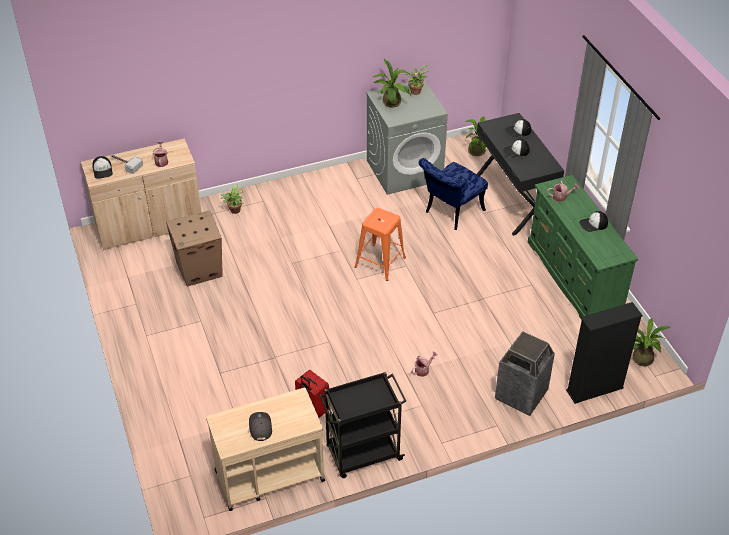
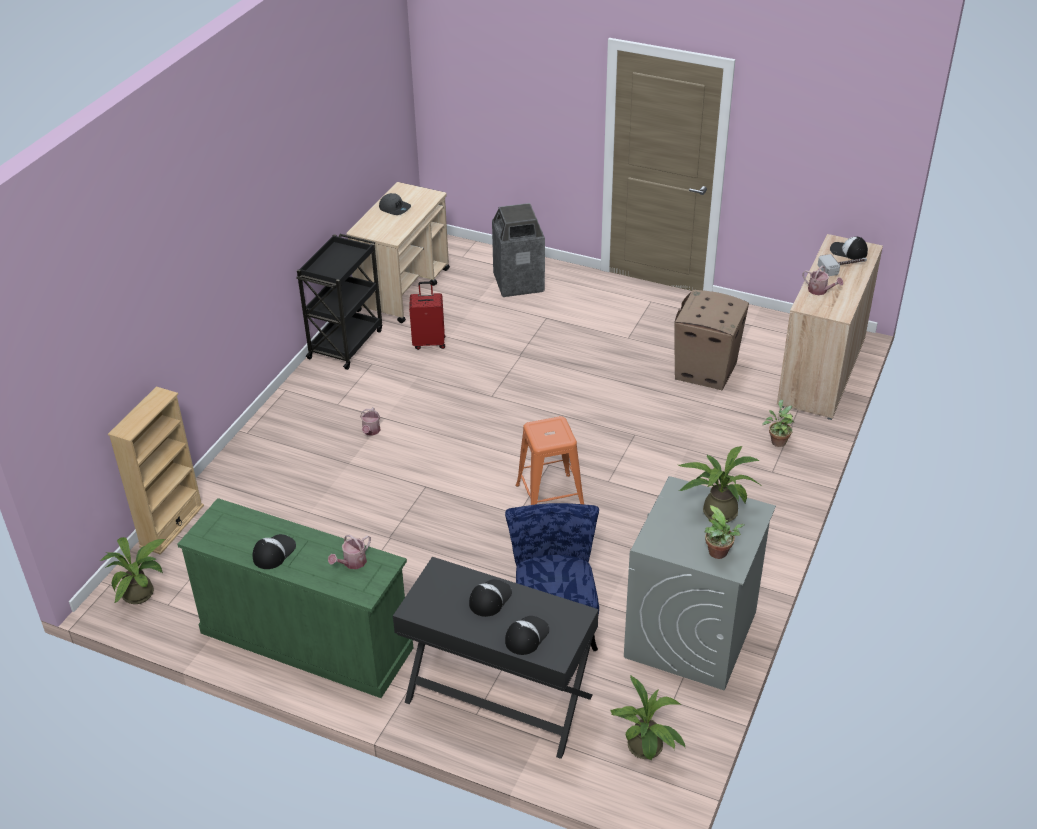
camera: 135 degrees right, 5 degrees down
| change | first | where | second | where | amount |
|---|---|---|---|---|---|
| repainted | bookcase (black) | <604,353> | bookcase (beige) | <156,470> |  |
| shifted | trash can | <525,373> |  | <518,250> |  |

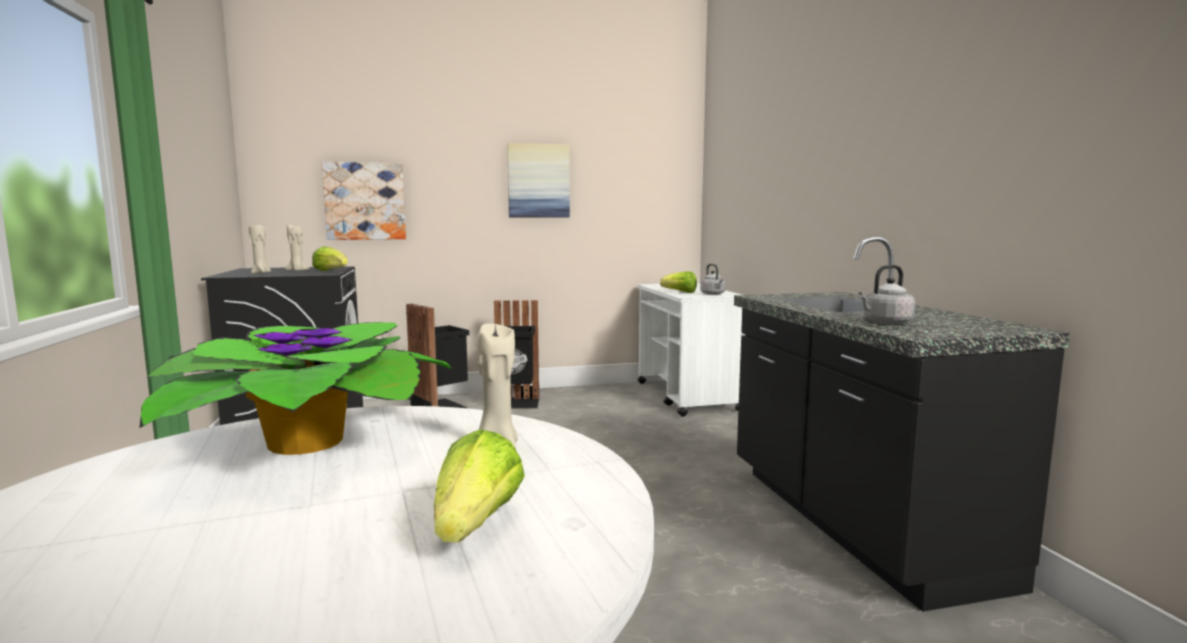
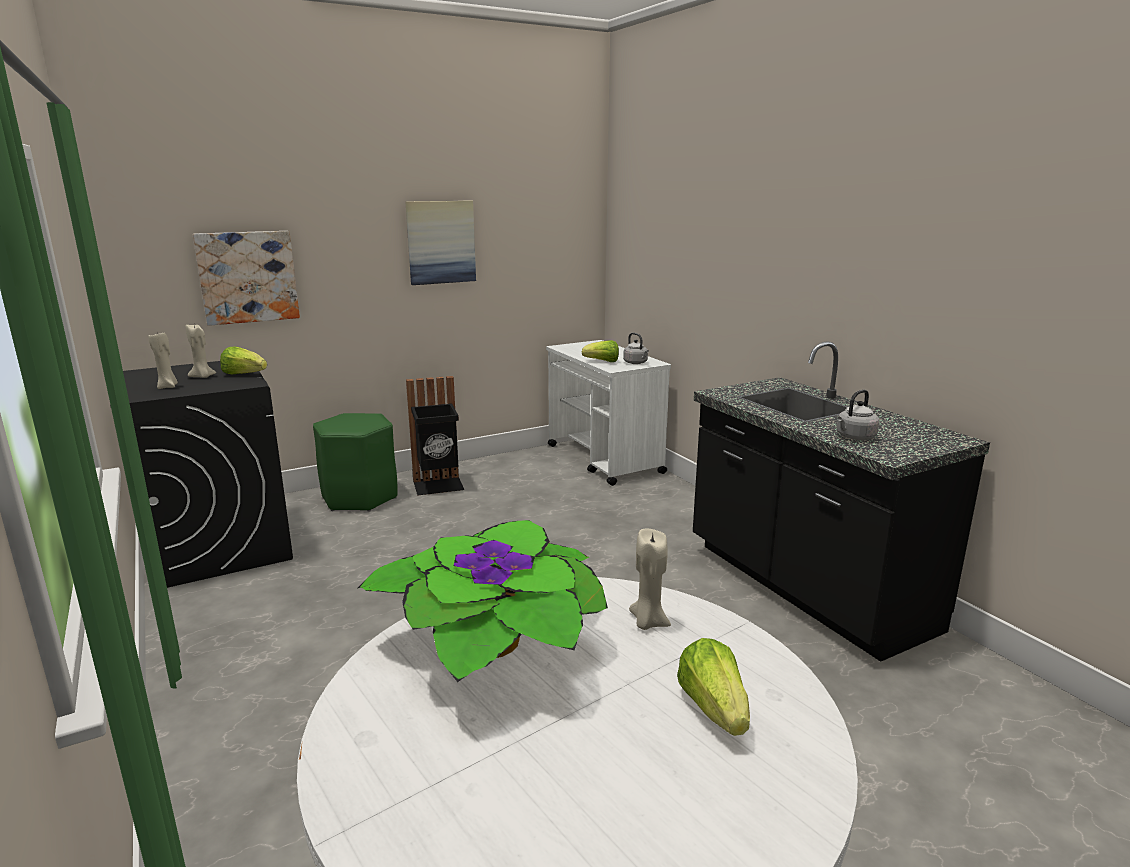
camera: 15 degrees left, 10 degrees up
| change | first | where | second | where | amount |
|---|---|---|---|---|---|
| swapped | trash can (black) | <437,356> | stool (green) | <355,462> |  |

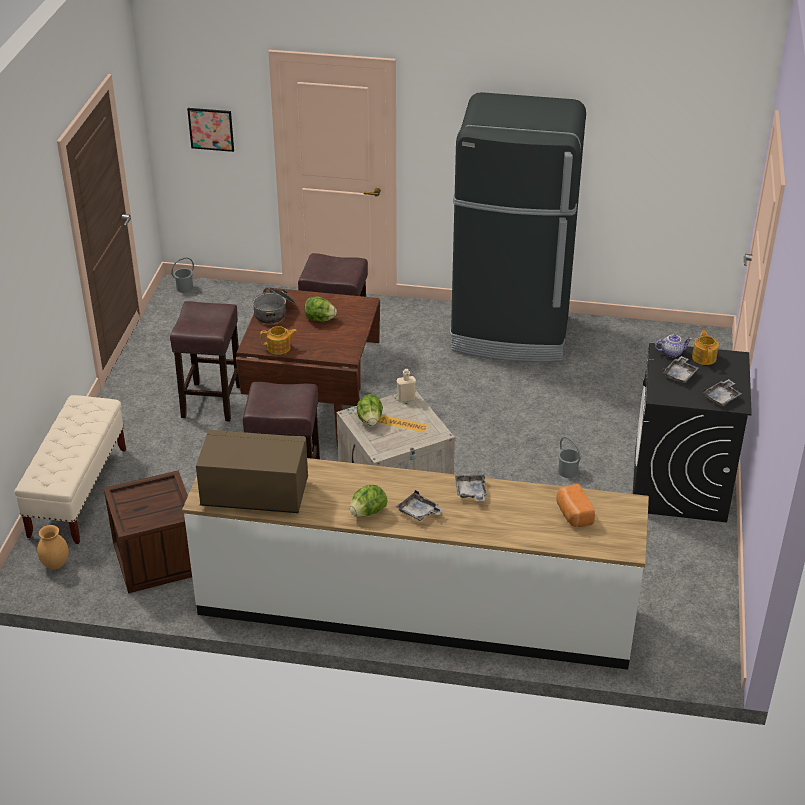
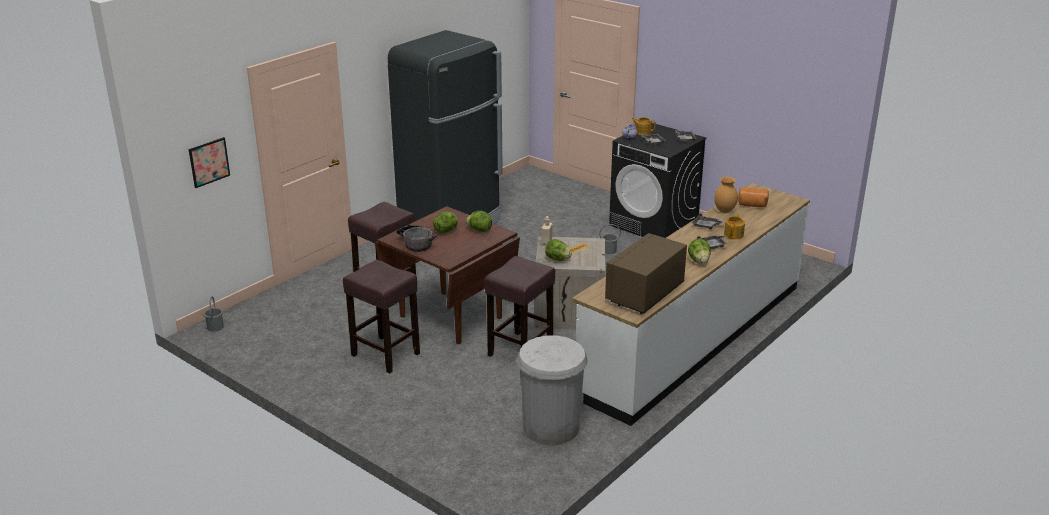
camera: 60 degrees left, 10 degrees down
| change | first | where | second | where | amount |
|---|---|---|---|---|---|
| new |  |  | lettuce | <479,221> |  |
| swapped | crate | <148,532> | trash can (white) | <552,390> |  |
| shifted | vase (brown) | <53,547> |  | <726,195> |  |
| shifted | teapot | <278,340> |  | <734,226> |  |
| gone | bench (beige) | <70,469> |  |  |  |

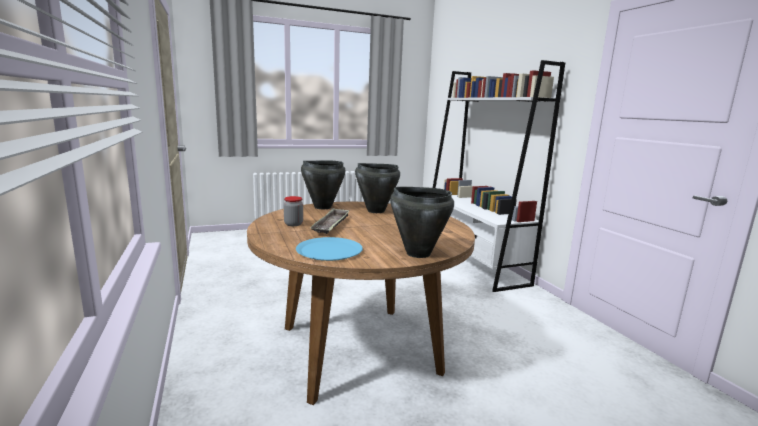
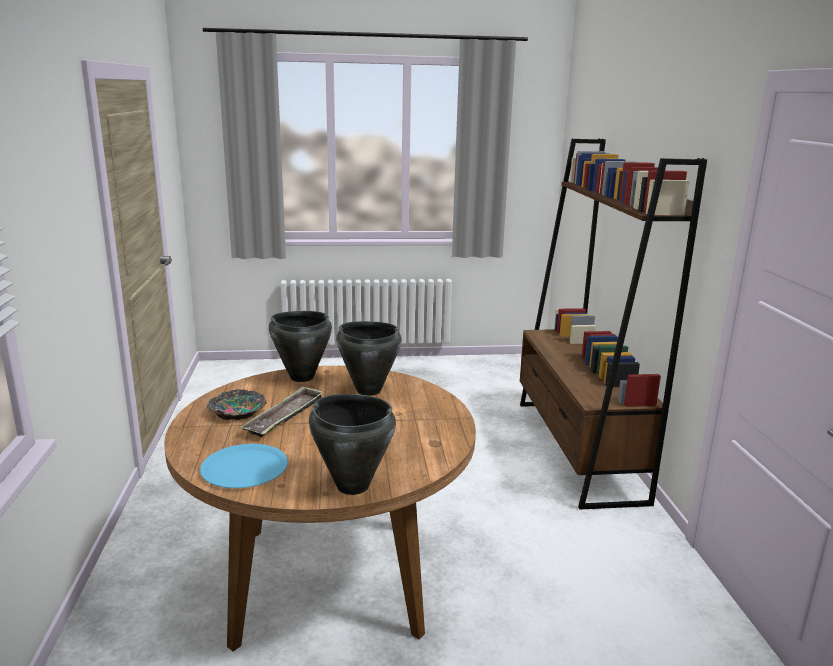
camera: 15 degrees right, 5 degrees up
| change | first | where | second | where | amount |
|---|---|---|---|---|---|
| swapped | jar | <293,211> | bowl | <236,404> |  |
| repainted | bookcase (white) | <499,176> | bookcase (brown) | <613,324> |  |

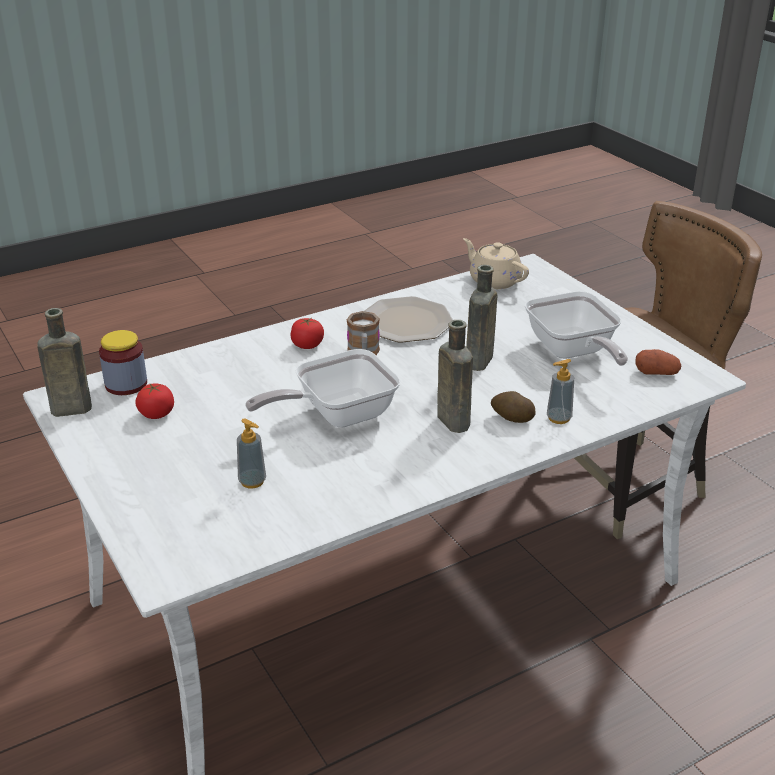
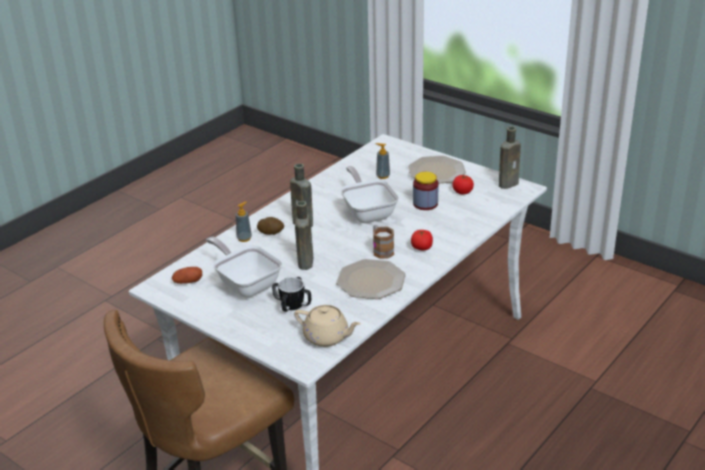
camera: 160 degrees right, 0 degrees up
| change | first | where | second | where | amount |
|---|---|---|---|---|---|
| new |  |  | mug | <291,294> |  |
| rotated | frying pan | <322,388> |  | <369,194> | 60 degrees counterclockwise |
| new |  |  | plate | <437,169> |  |
| shifted | jar | <123,362> |  | <426,191> |  |

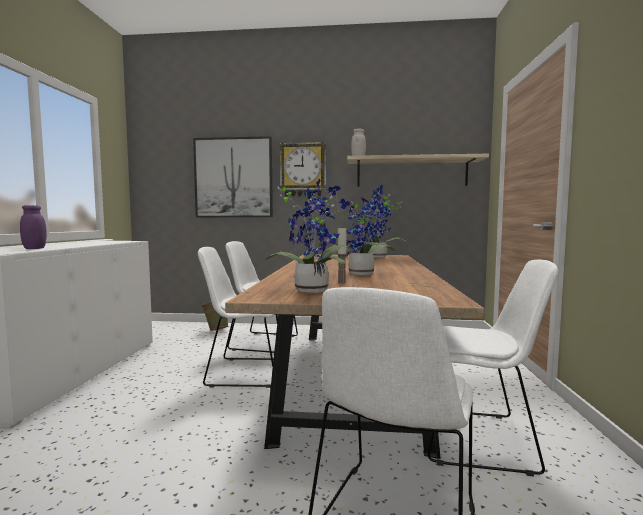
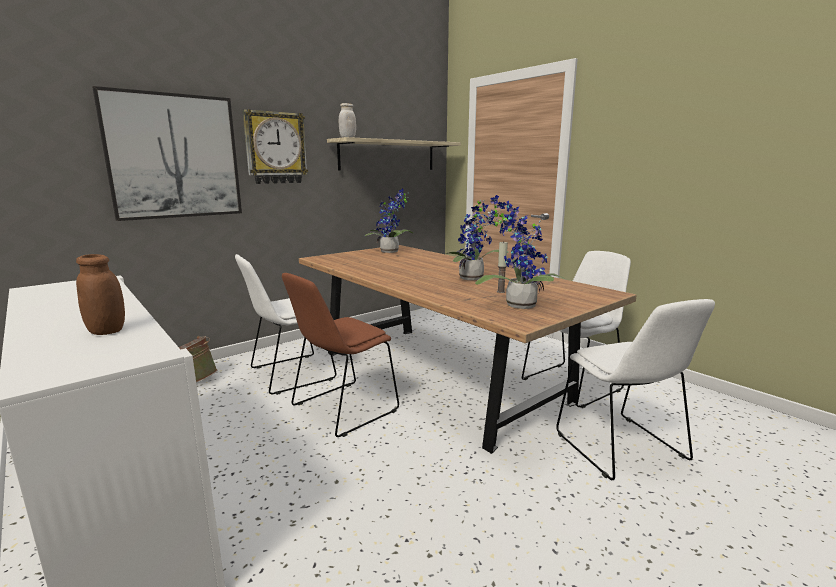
camera: 45 degrees left, 10 degrees up
| change | first | where | second | where | amount |
|---|---|---|---|---|---|
| repainted | jar (purple) | <33,227> | jar (brown) | <100,294> |  |
| repainted | chair (white) | <238,317> | chair (brown) | <340,355> |  |

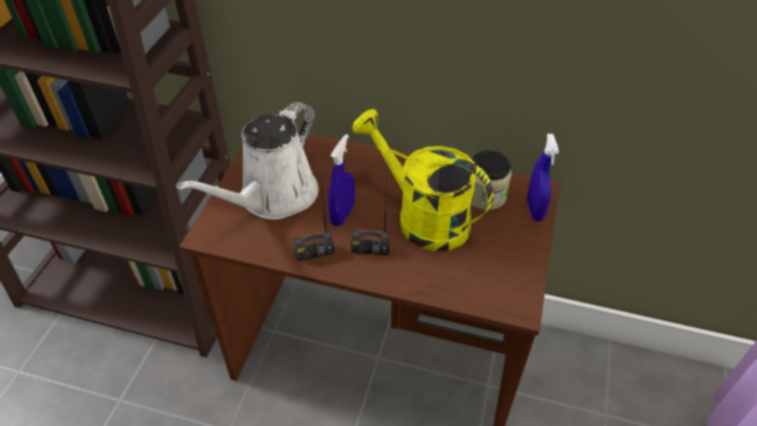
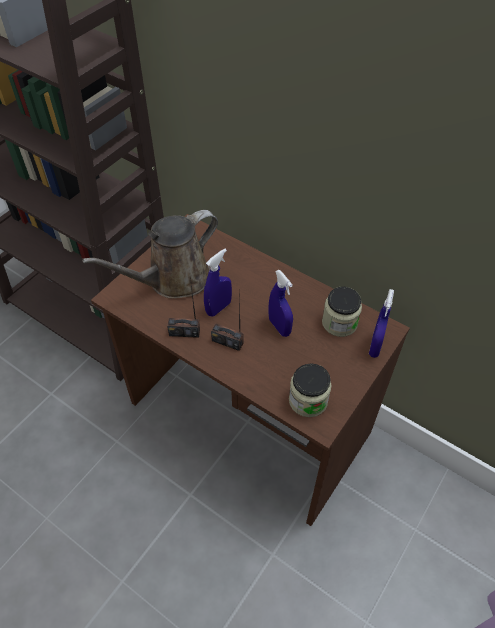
camera: 20 degrees right, 5 degrees up
| change | first | where | second | where | amount |
|---|---|---|---|---|---|
| repainted | watering can (white) | <247,161> | watering can (brown) | <150,254> |  |
| swapped | watering can (yellow) | <423,180> | spray bottle (blue) | <281,303> |  |
| new |  |  | jar | <310,390> |  |

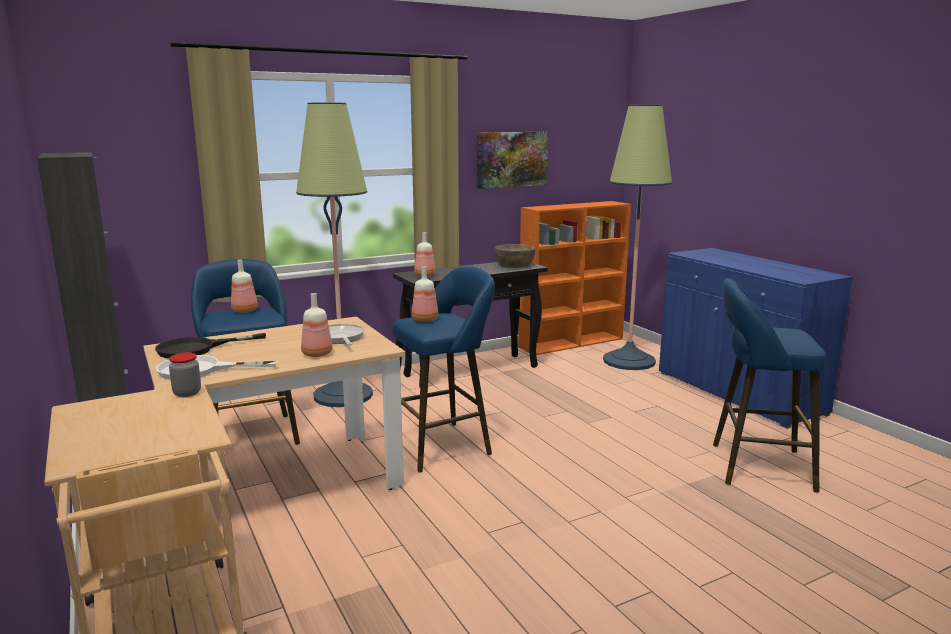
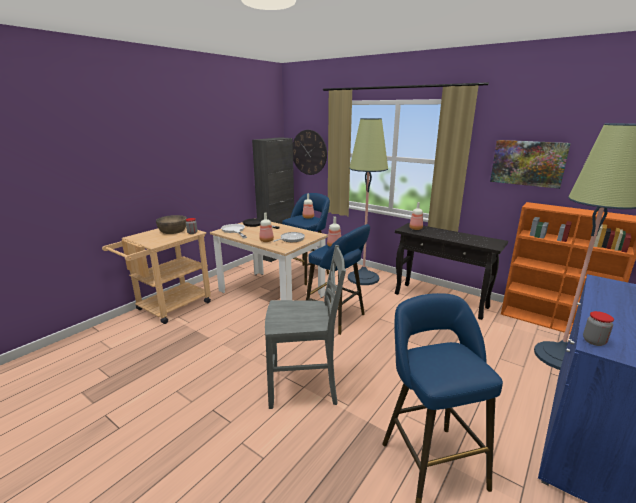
camera: 65 degrees right, 5 degrees up
| change | first | where | second | where | amount |
|---|---|---|---|---|---|
| shifted | bowl (brown) | <514,256> |  | <171,224> |  |
| new |  |  | chair (grey) | <305,327> |  |
| new |  |  | wall clock | <310,152> |  |
| new |  |  | jar | <598,328> |  |

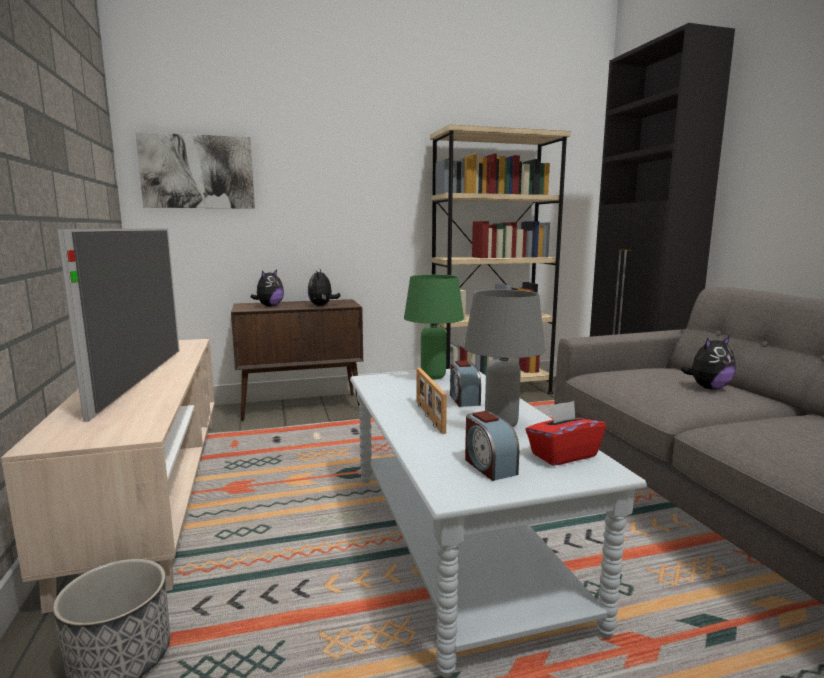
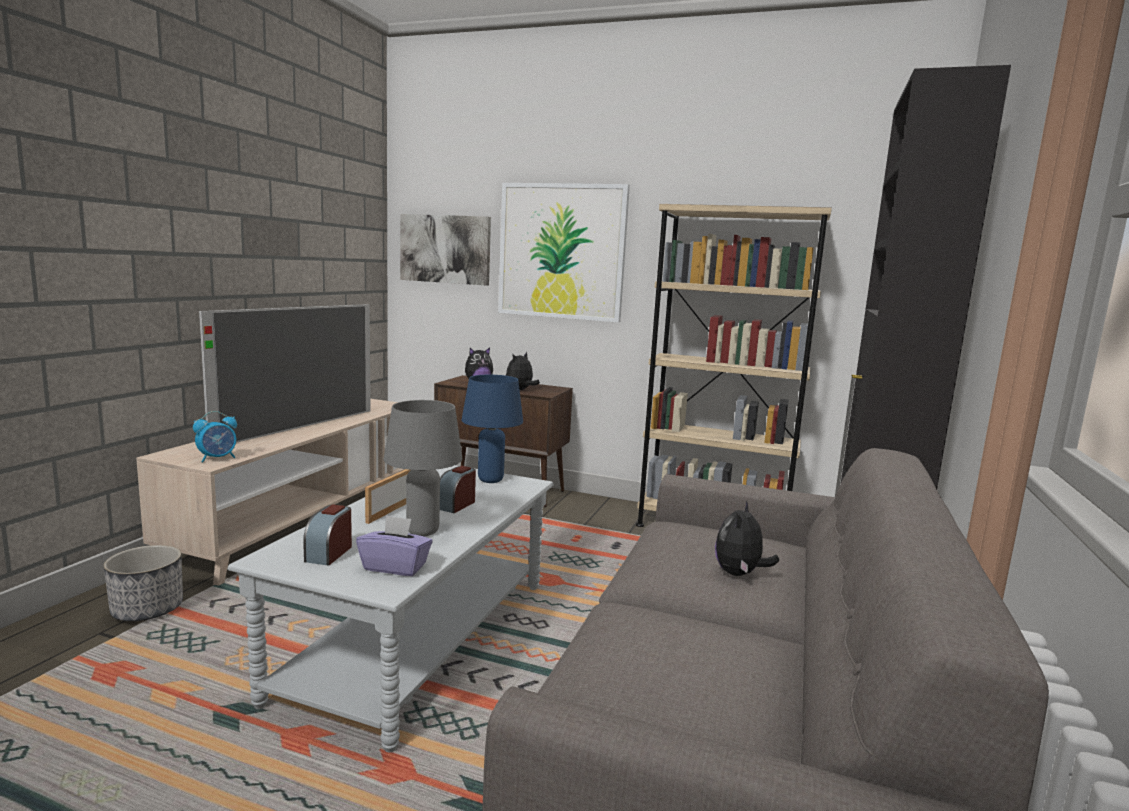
camera: 35 degrees right, 0 degrees up
| change | first | where | second | where | amount |
|---|---|---|---|---|---|
| new |  |  | alarm clock | <215,436> |  |
| repainted | tissue box (red) | <565,433> | tissue box (purple) | <394,545> |  |
| repainted | table lamp (green) | <434,327> | table lamp (blue) | <492,429> |  |
| new |  |  | picture | <564,253> |  |
| rotated | plush toy | <708,363> |  | <747,538> | 105 degrees clockwise |

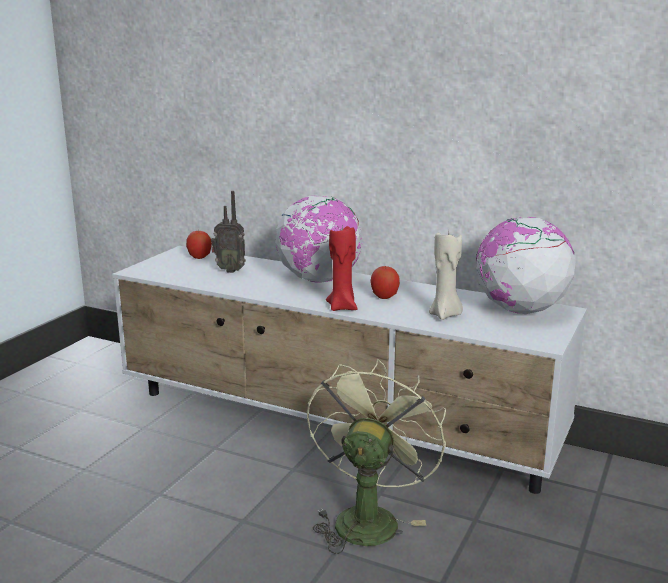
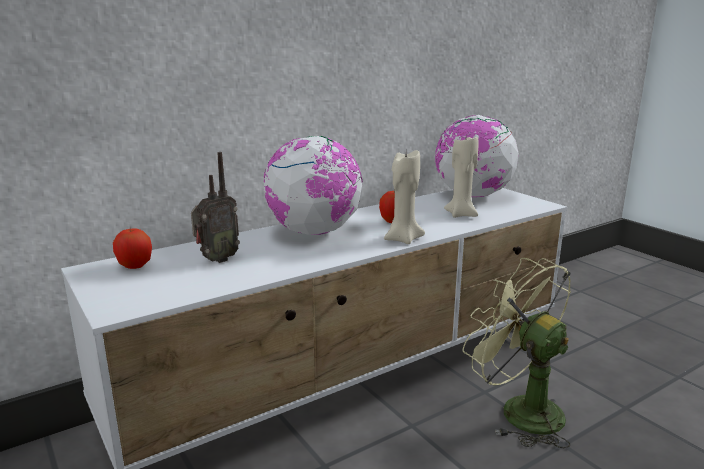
camera: 60 degrees left, 0 degrees up
| change | first | where | second | where | amount |
|---|---|---|---|---|---|
| repainted | candle (red) | <342,268> | candle (beige) | <404,197> |  |

